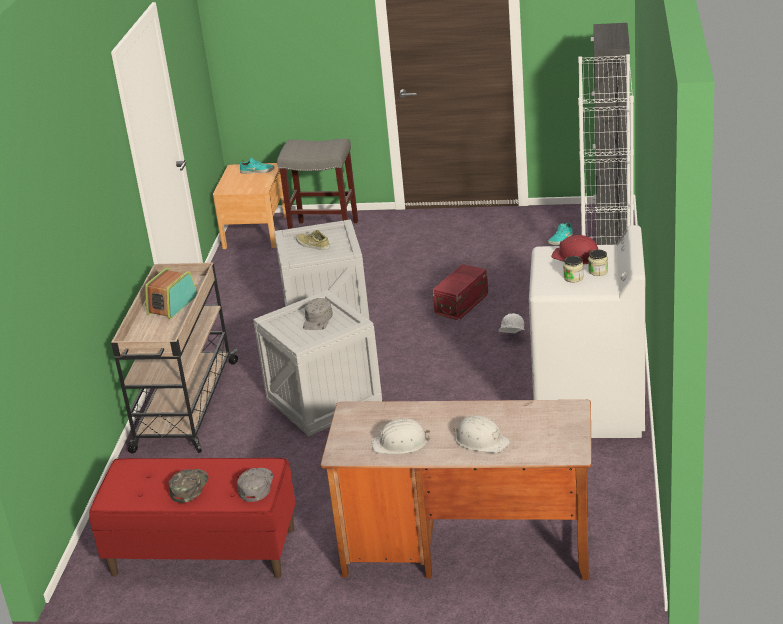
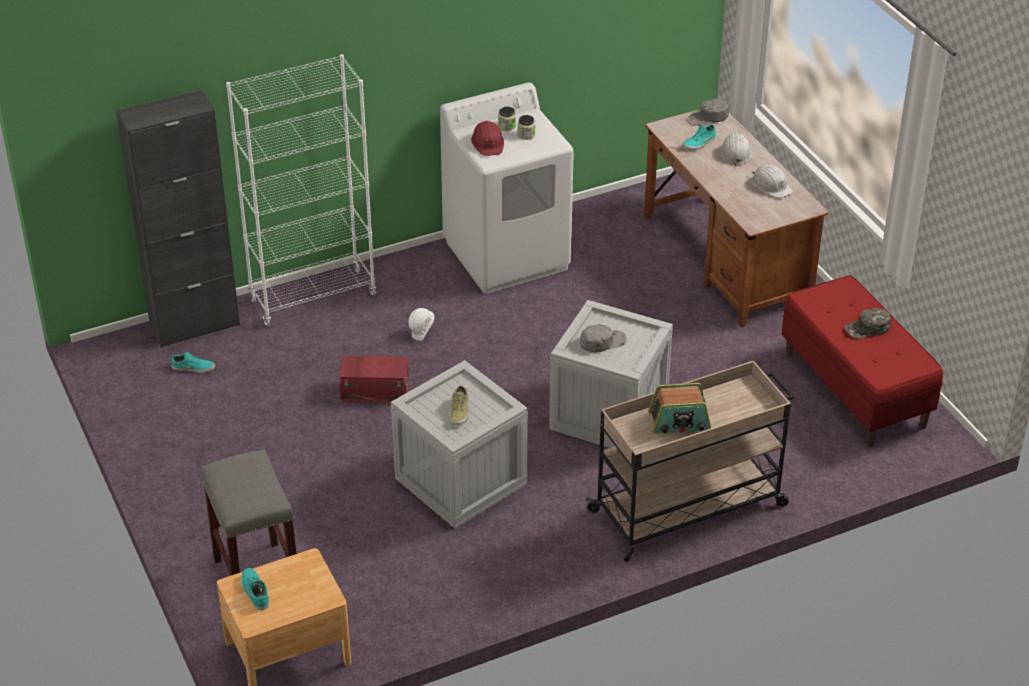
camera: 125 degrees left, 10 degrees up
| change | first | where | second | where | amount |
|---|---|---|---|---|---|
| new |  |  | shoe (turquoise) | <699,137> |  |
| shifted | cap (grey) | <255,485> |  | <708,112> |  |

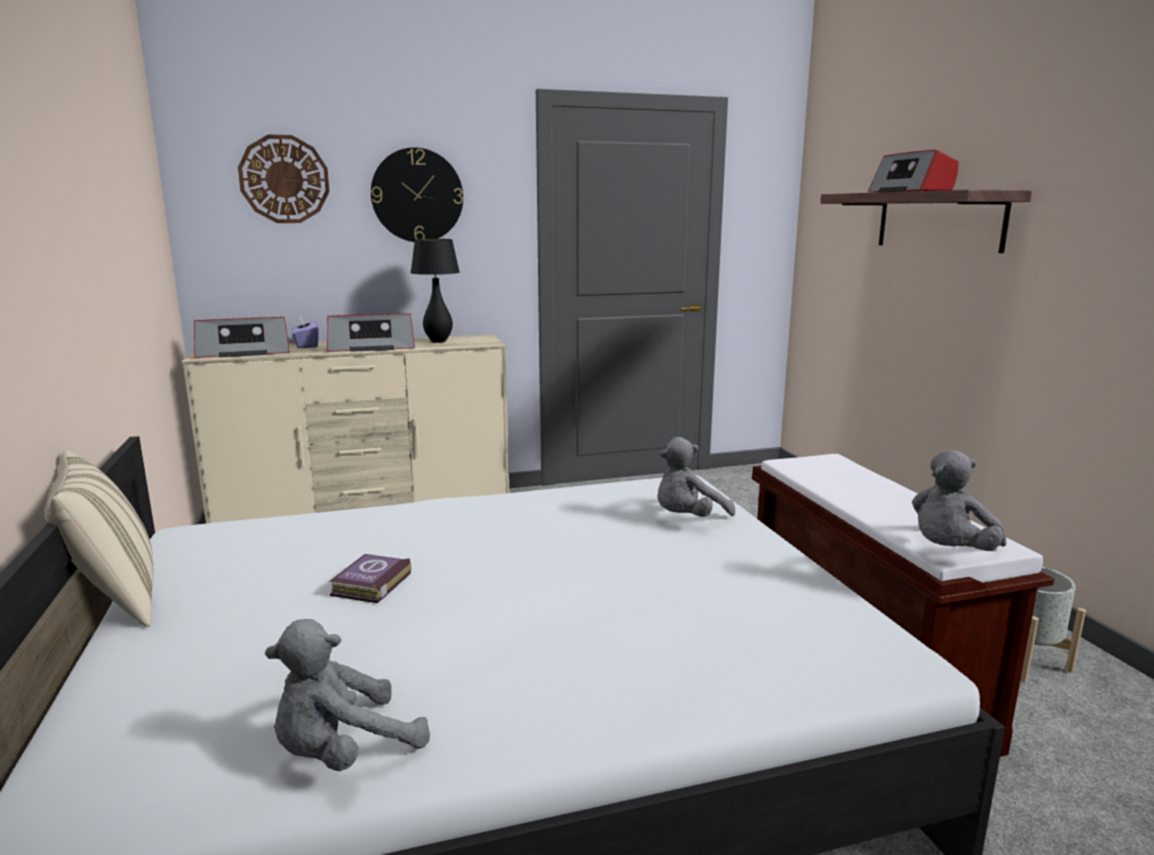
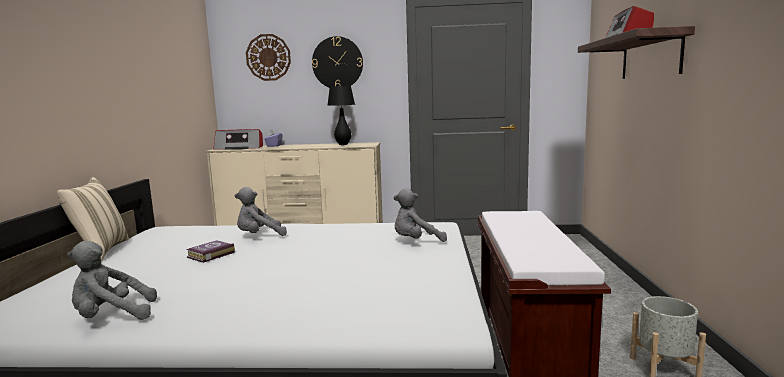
camera: 20 degrees right, 5 degrees down
| change | first | where | second | where | amount |
|---|---|---|---|---|---|
| shifted | plush toy (grey) | <959,500> |  | <261,211> |  |
| gone | radio | <371,332> |  |  |  |

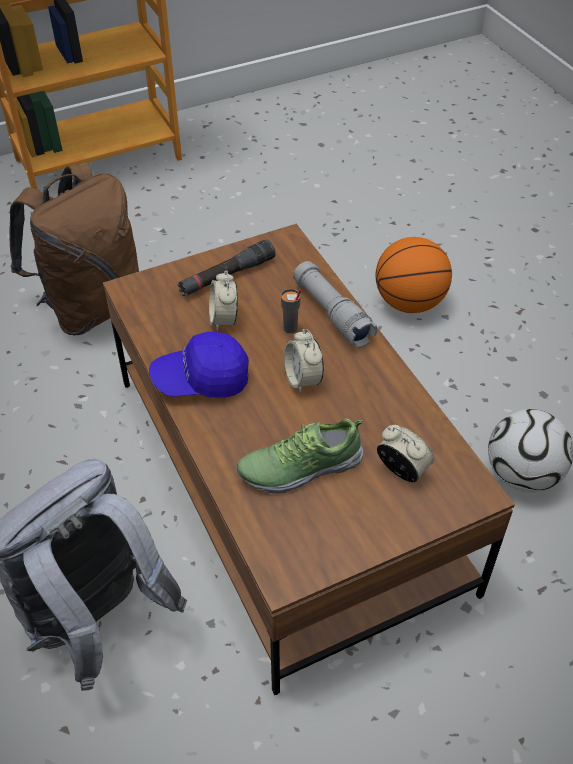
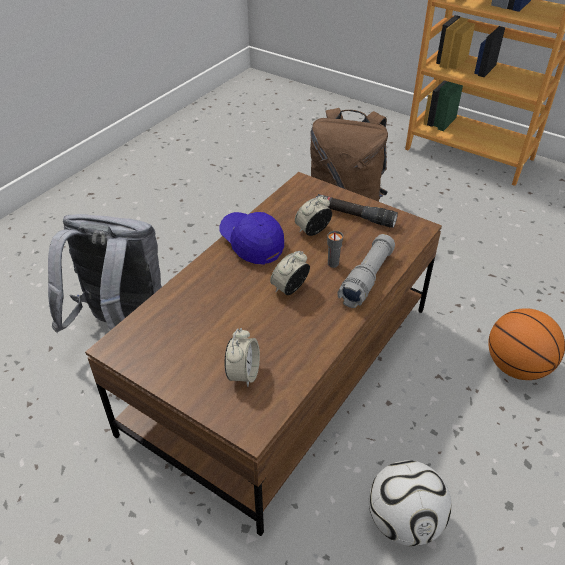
camera: 60 degrees right, 5 degrees down
| change | first | where | second | where | amount |
|---|---|---|---|---|---|
| gone | shoe | <300,456> |  |  |  |

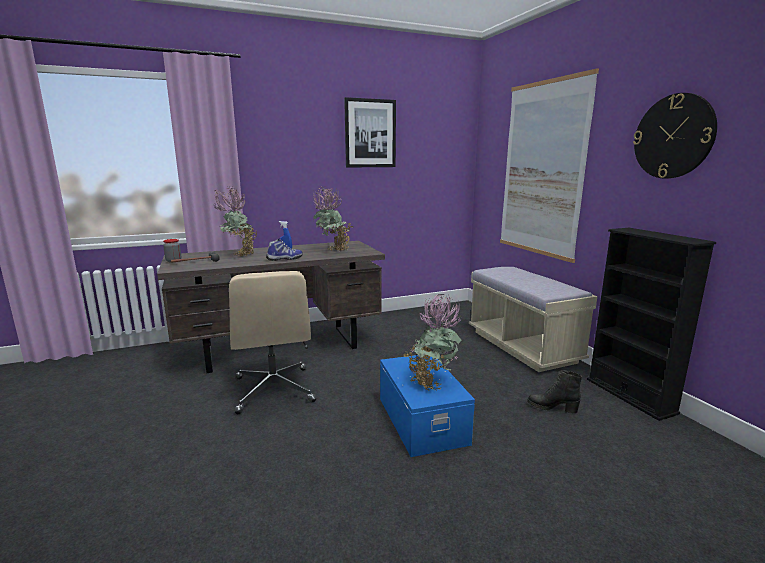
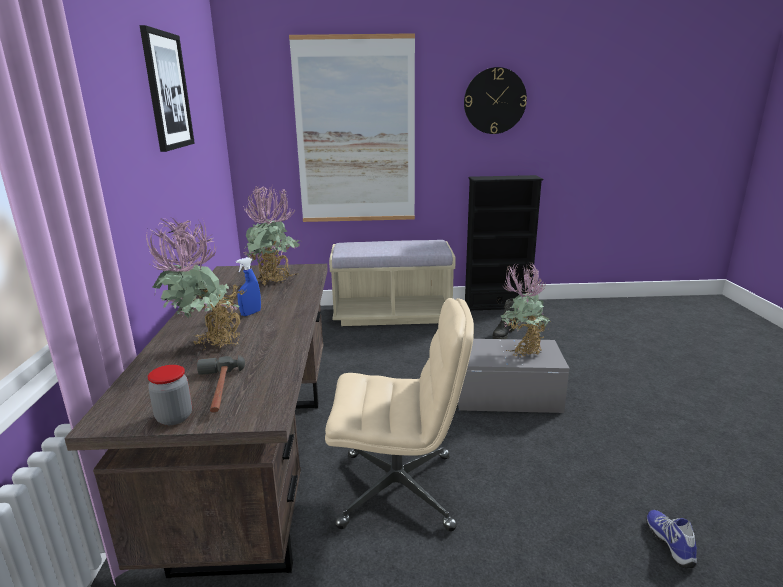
camera: 70 degrees left, 5 degrees up
| change | first | where | second | where | amount |
|---|---|---|---|---|---|
| repainted | storage box (blue) | <427,406> | storage box (grey) | <514,376> |  |
| shifted | shoe | <284,249> |  | <671,539> |  |

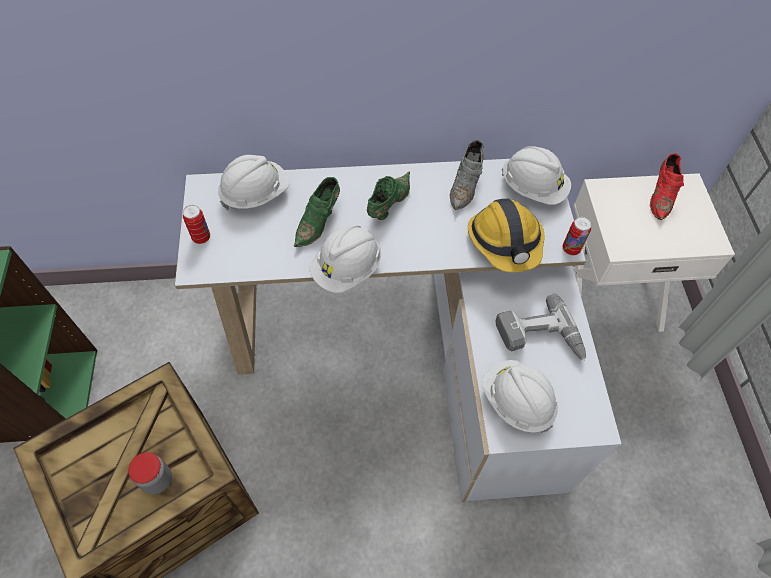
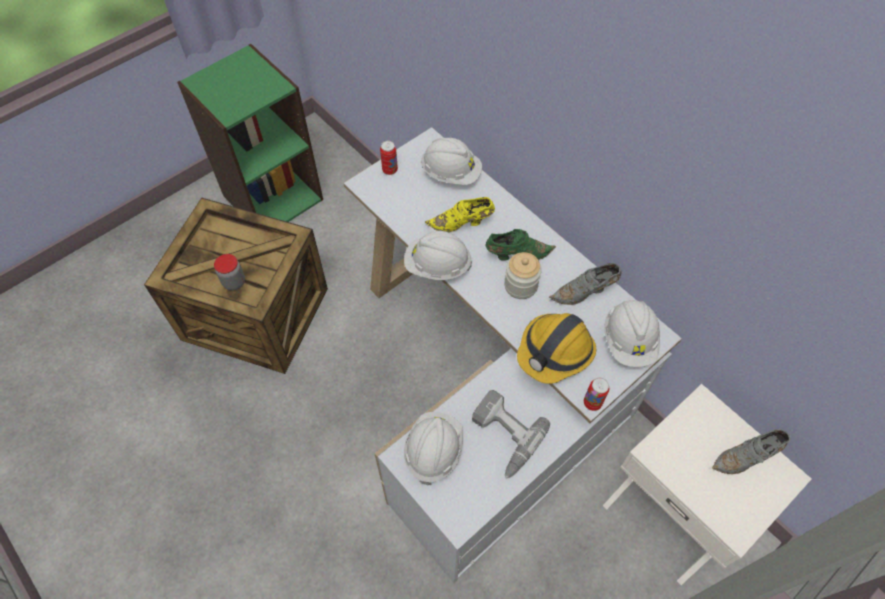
camera: 55 degrees right, 0 degrees up
| change | first | where | second | where | amount |
|---|---|---|---|---|---|
| repainted | shoe (green) | <317,212> | shoe (yellow) | <460,214> |  |
| new |  |  | jar | <523,275> |  |
| repainted | shoe (red) | <667,186> | shoe (grey) | <751,451> |  |

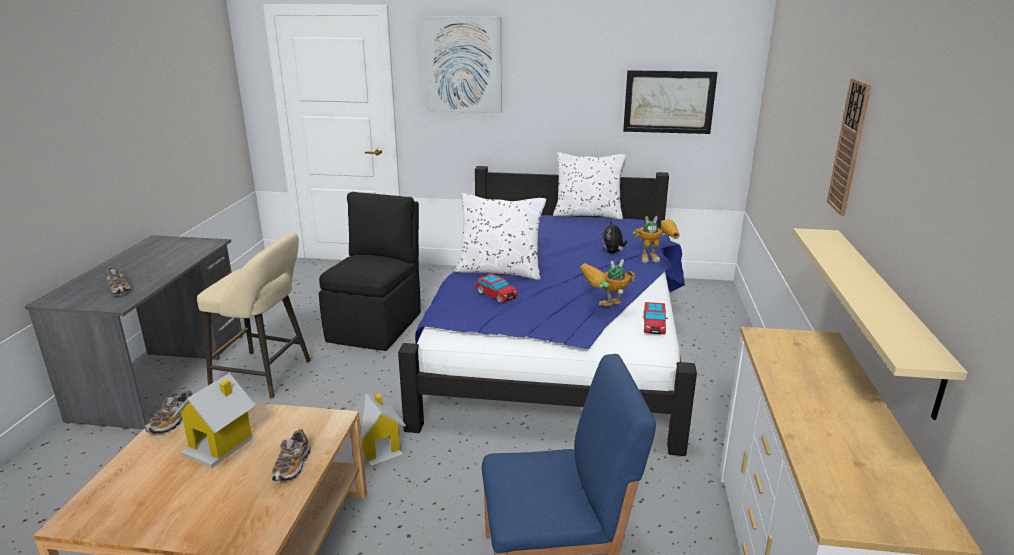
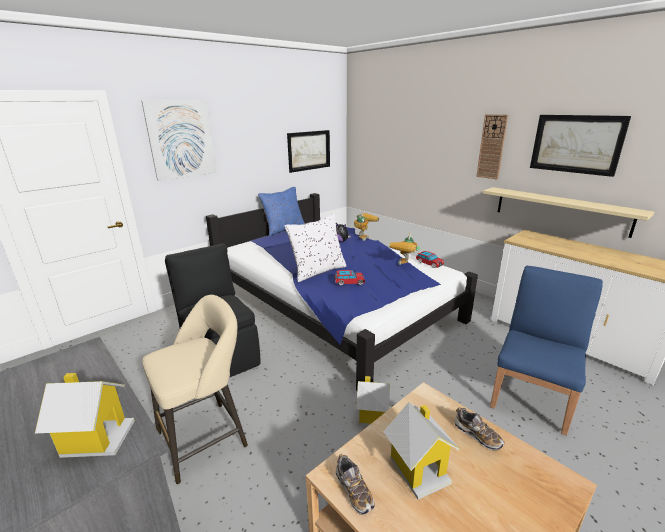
camera: 50 degrees left, 0 degrees up
| change | first | where | second | where | amount |
|---|---|---|---|---|---|
| swapped | shoe | <118,281> | toy house | <85,415> |  |
| repainted | pillow (white) | <589,185> | pillow (blue) | <281,211> |  |
| new |  |  | picture | <580,146> |  |

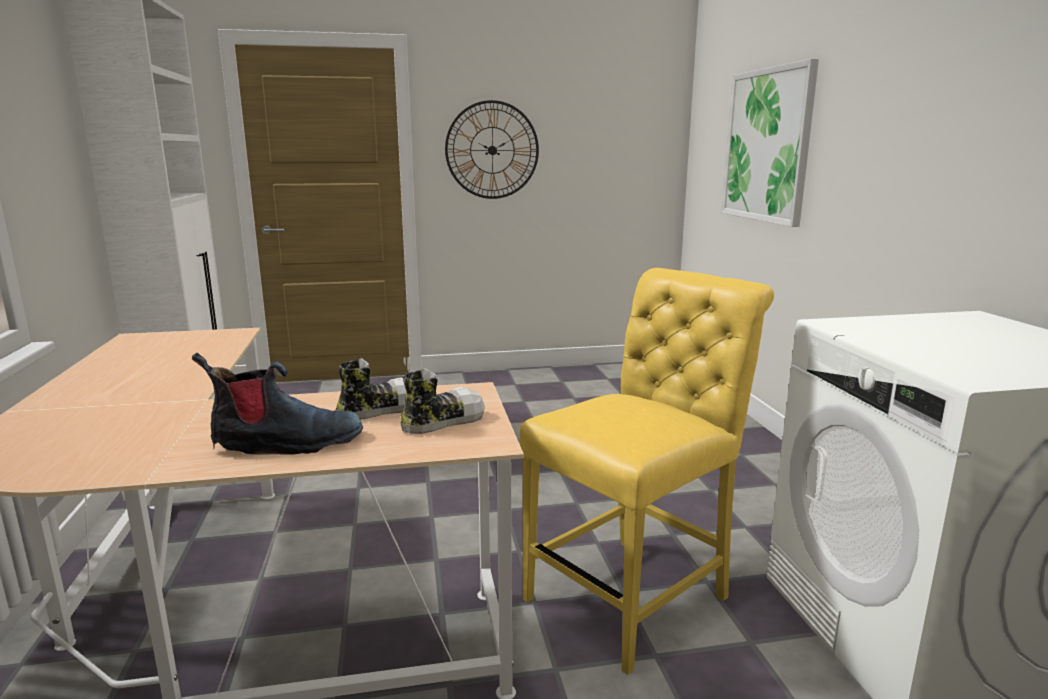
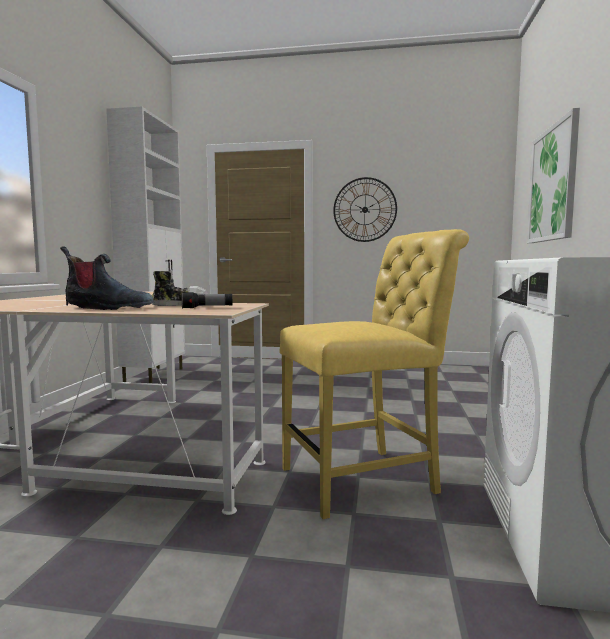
camera: 20 degrees right, 10 degrees down
| change | first | where | second | where | amount |
|---|---|---|---|---|---|
| swapped | shoe | <442,401> | flashlight | <207,300> |  |

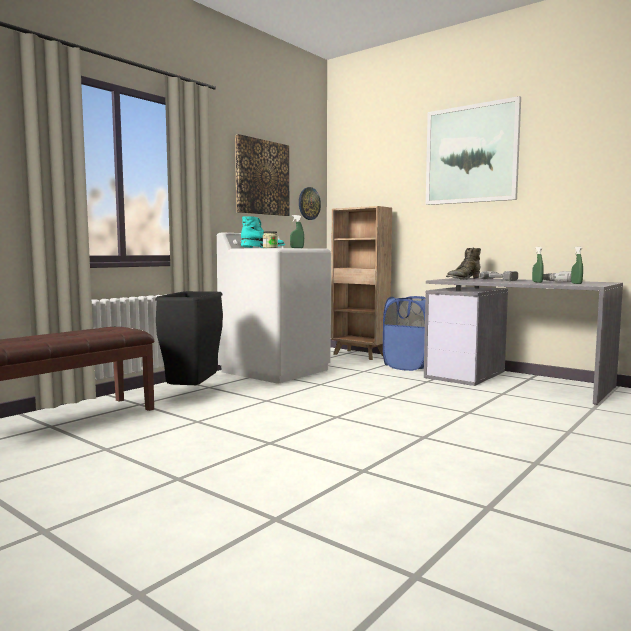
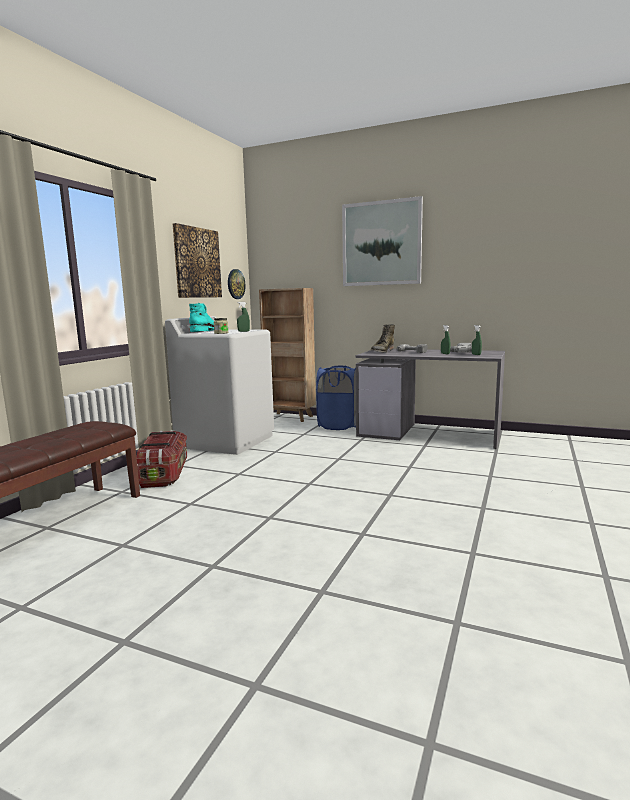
camera: 15 degrees left, 5 degrees up
| change | first | where | second | where | amount |
|---|---|---|---|---|---|
| swapped | trash can (black) | <189,338> | storage box | <162,459> |  |

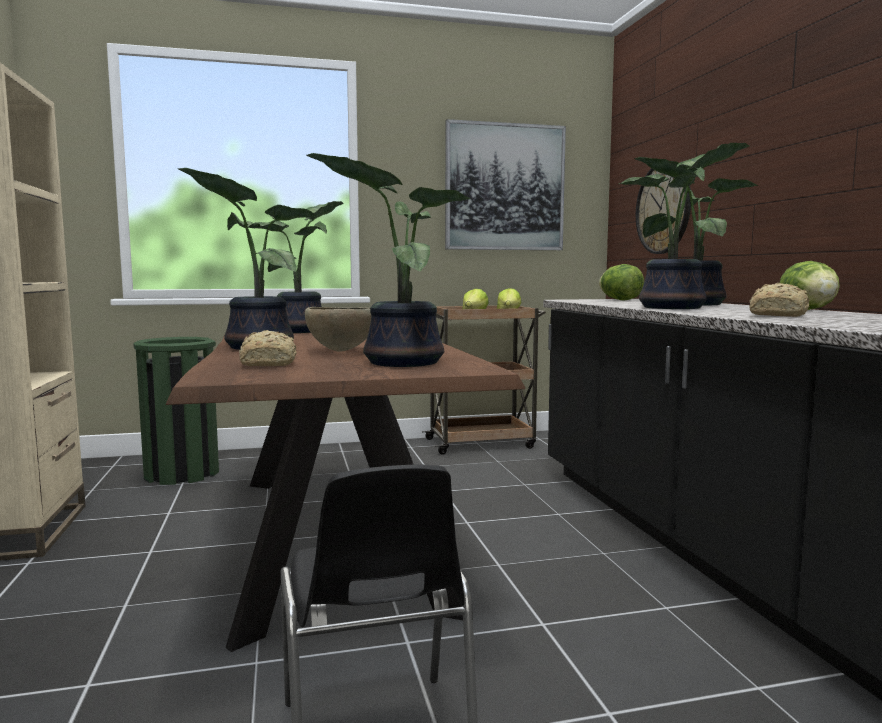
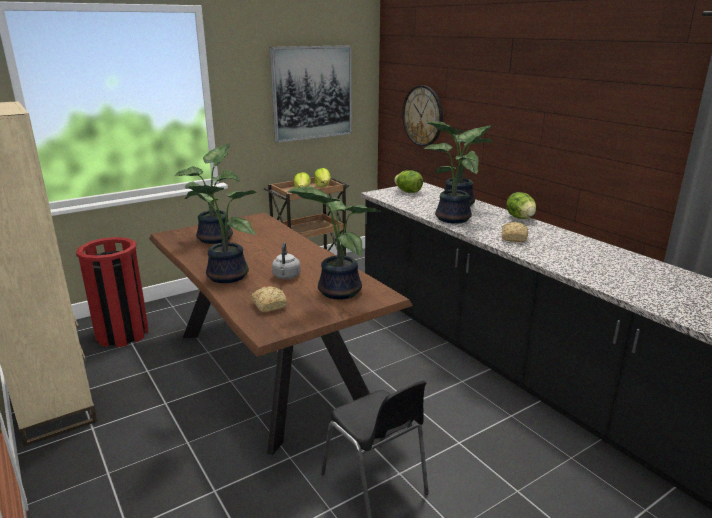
camera: 20 degrees left, 15 degrees up
| change | first | where | second | where | amount |
|---|---|---|---|---|---|
| repainted | trash can (green) | <176,411> | trash can (red) | <112,292> |  |
| swapped | bowl (brown) | <338,329> | kettle (grey) | <286,260> |  |

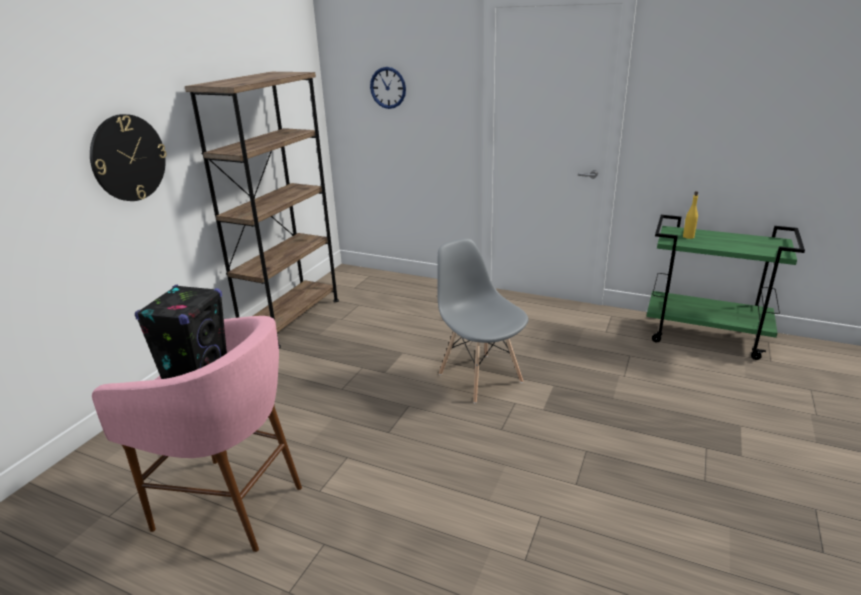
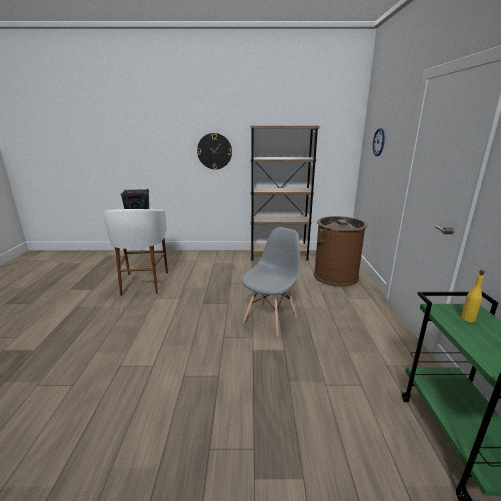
camera: 65 degrees right, 5 degrees down
| change | first | where | second | where | amount |
|---|---|---|---|---|---|
| repainted | stool (pink) | <197,434> | stool (white) | <135,252> |  |
| new |  |  | trash can (brown) | <340,251> |  |

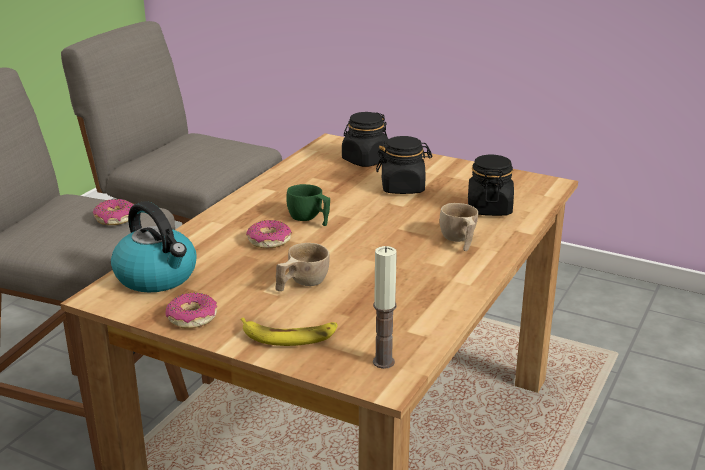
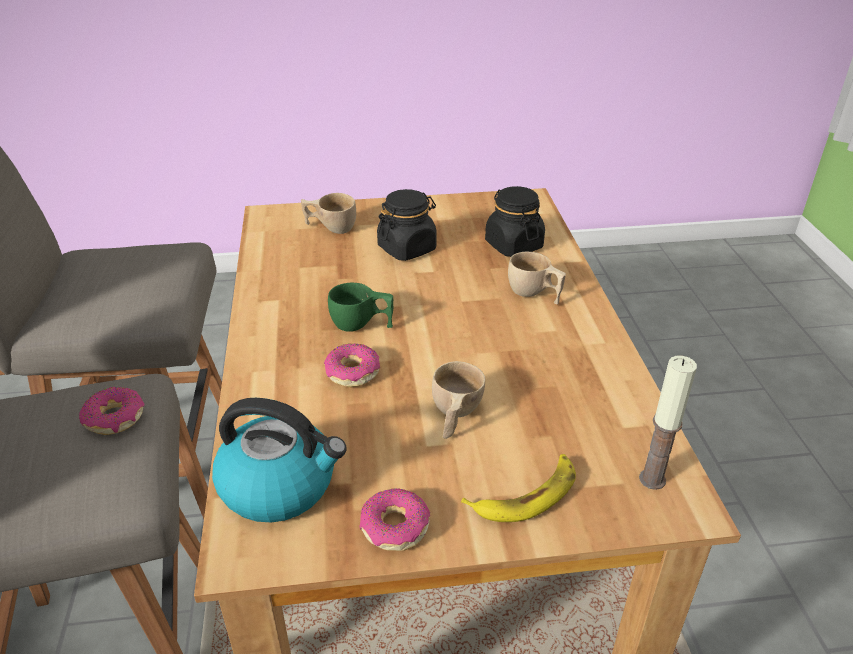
camera: 35 degrees left, 10 degrees up
| change | first | where | second | where | amount |
|---|---|---|---|---|---|
| swapped | jar (black) | <365,139> | cup (beige) | <328,213> |  |

